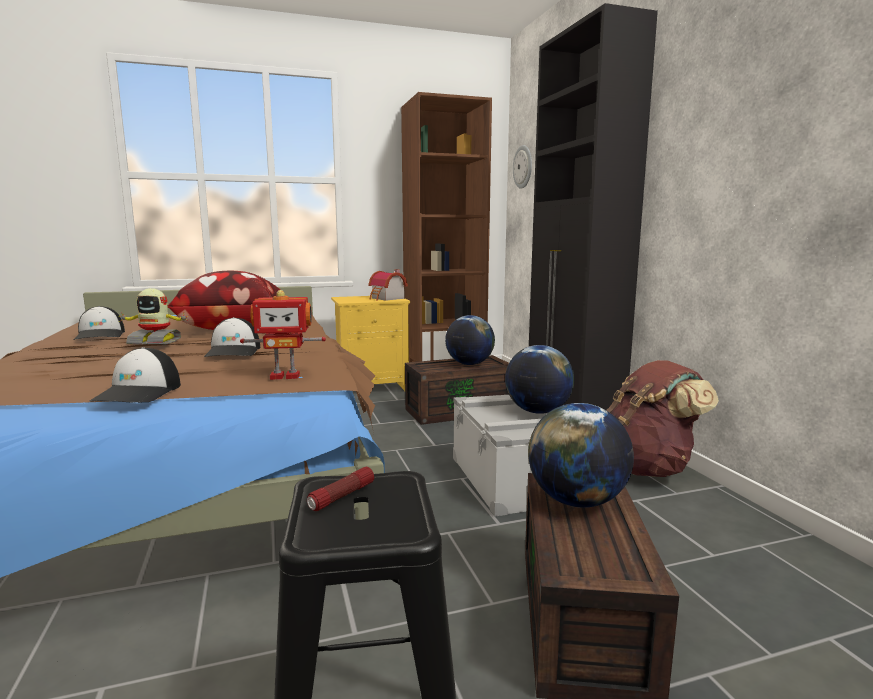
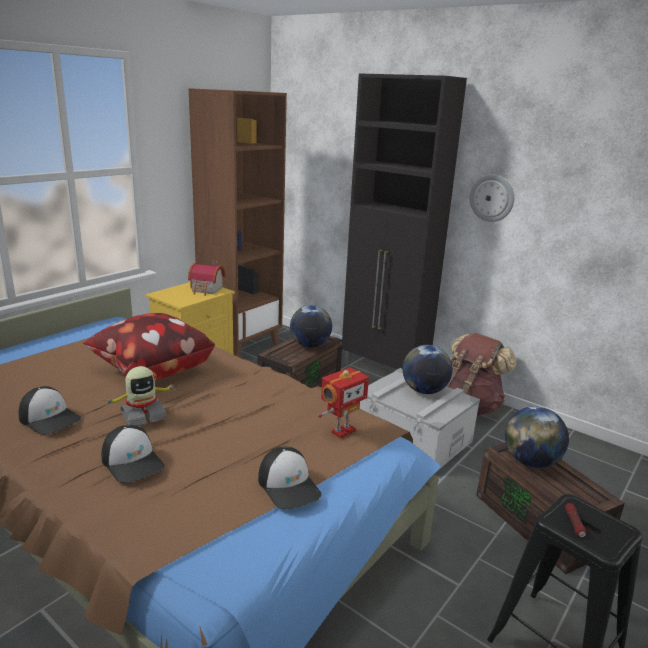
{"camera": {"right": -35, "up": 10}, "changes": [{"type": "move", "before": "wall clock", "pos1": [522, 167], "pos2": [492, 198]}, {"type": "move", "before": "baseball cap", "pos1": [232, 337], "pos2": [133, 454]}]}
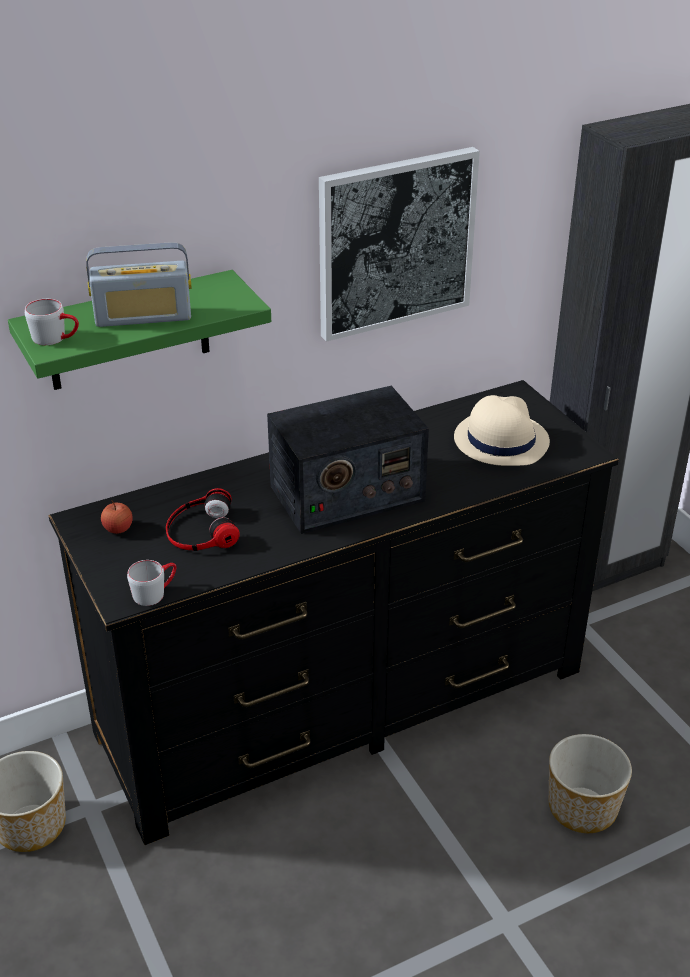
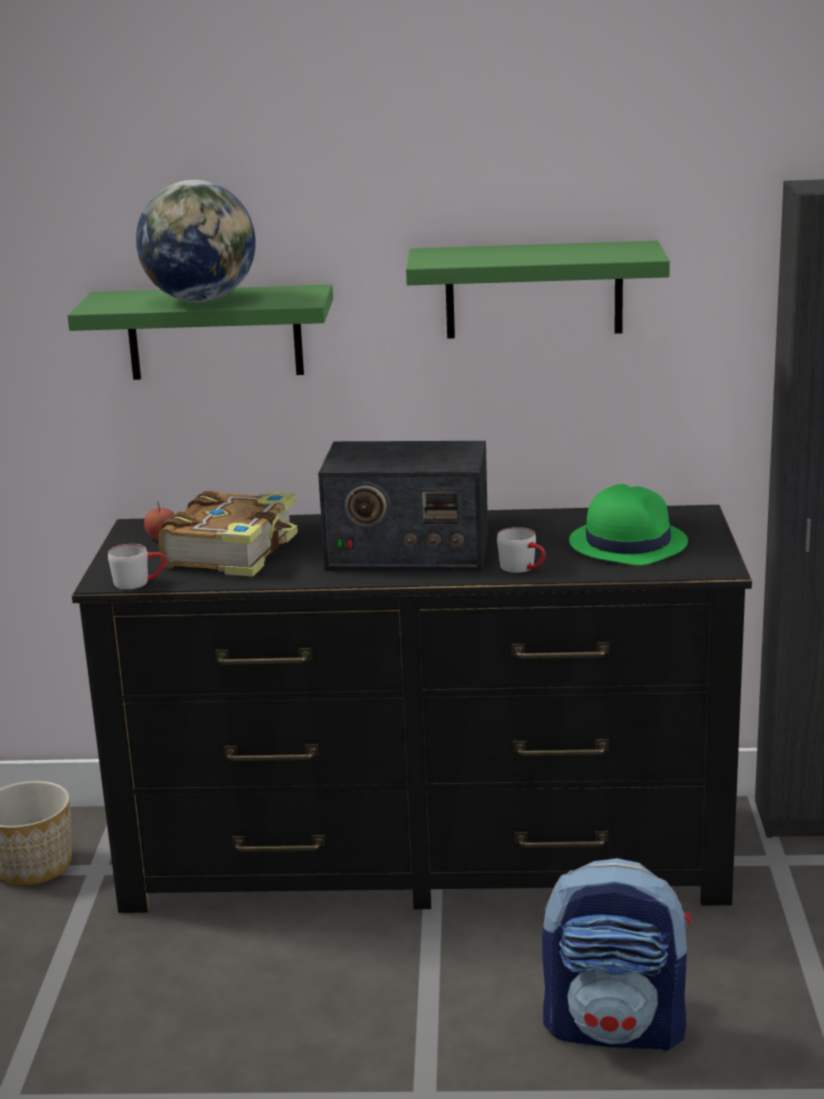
{"camera": {"right": 30, "up": -15}, "changes": [{"type": "replace", "before": "picture", "after": "green shelf", "pos1": [399, 244], "pos2": [538, 290]}, {"type": "replace", "before": "radio receiver", "after": "world globe", "pos1": [139, 284], "pos2": [196, 241]}, {"type": "move", "before": "grey mug", "pos1": [52, 322], "pos2": [521, 550]}, {"type": "recolor", "before": "sand-coloured clothing hat", "after": "green clothing hat", "pos1": [502, 430], "pos2": [628, 524]}, {"type": "replace", "before": "headset", "after": "bound book", "pos1": [203, 519], "pos2": [228, 533]}, {"type": "replace", "before": "plant pot", "after": "knapsack", "pos1": [590, 783], "pos2": [617, 955]}]}
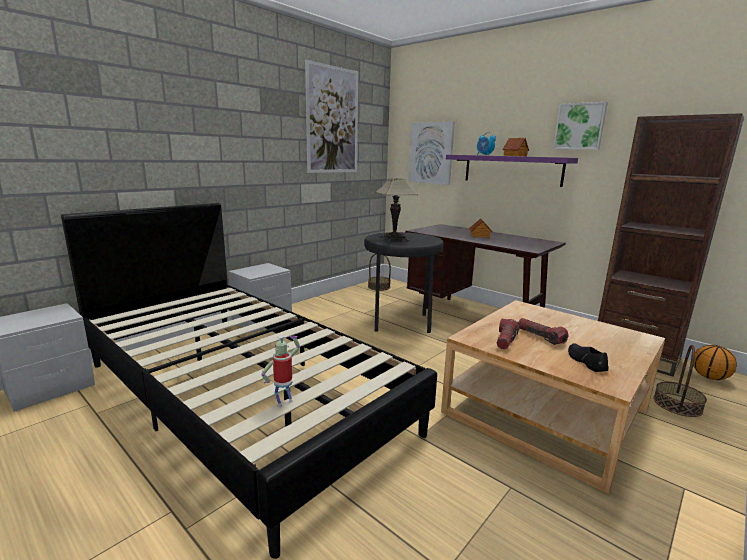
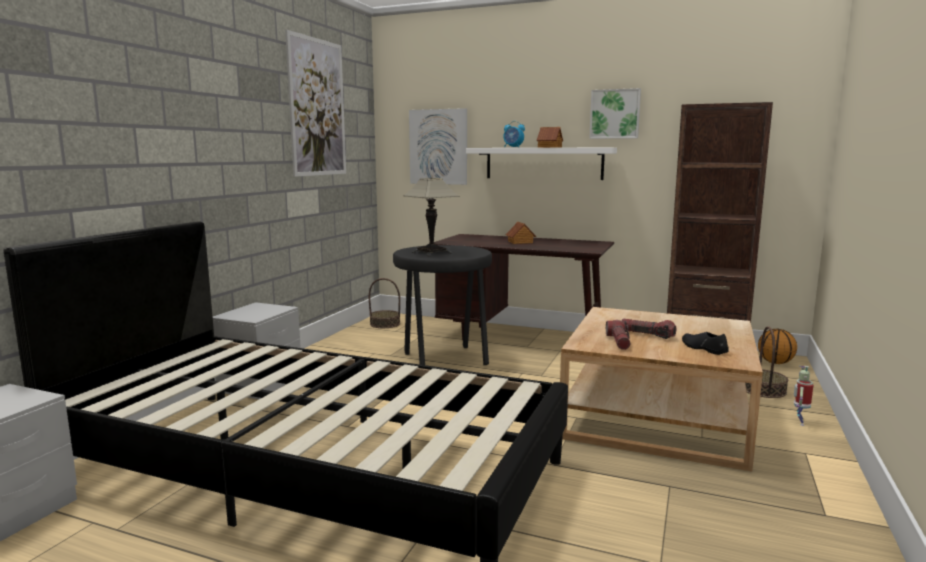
{"camera": {"right": -20, "up": -5}, "changes": [{"type": "recolor", "before": "purple-coloured shelf", "after": "white-coloured shelf", "pos1": [512, 171], "pos2": [541, 164]}, {"type": "move", "before": "model robot", "pos1": [280, 371], "pos2": [803, 396]}]}
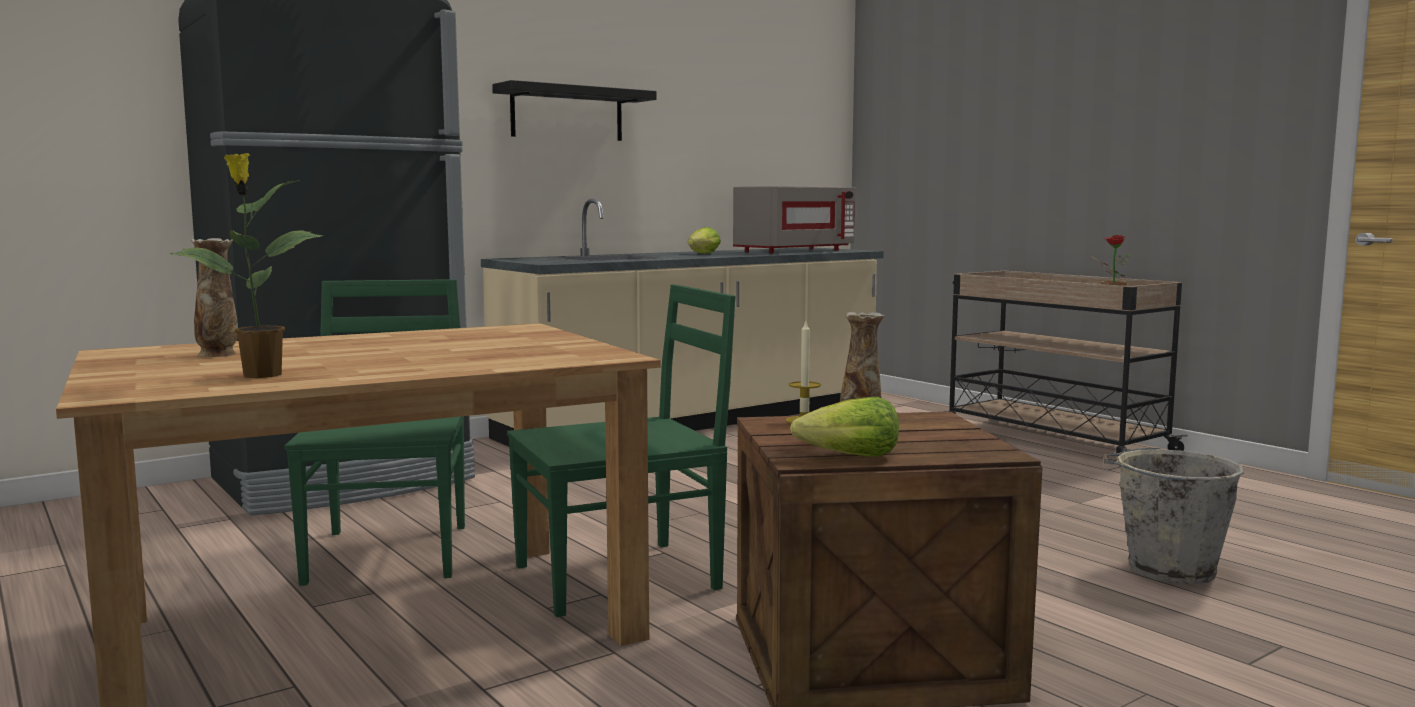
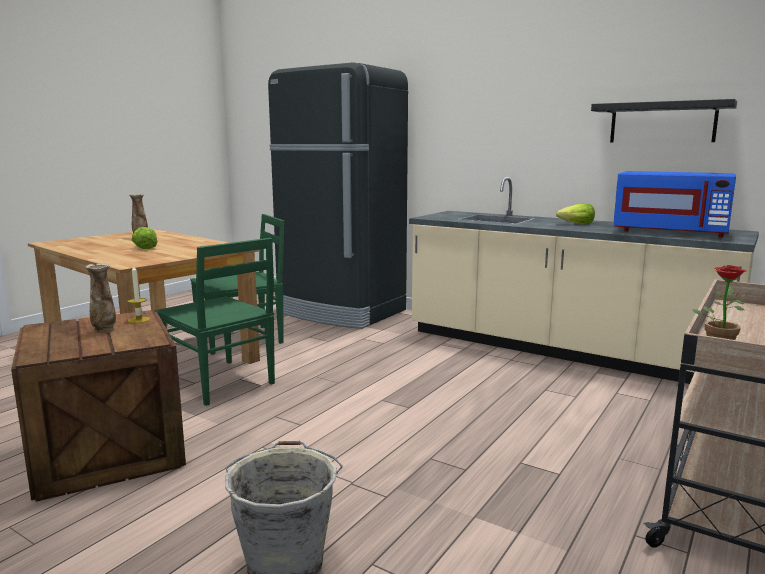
{"camera": {"right": 70, "up": 5}, "changes": [{"type": "move", "before": "black-coloured shelf", "pos1": [574, 110], "pos2": [664, 120]}, {"type": "delete", "before": "plant in a pot", "pos1": [246, 265]}, {"type": "recolor", "before": "grey microwave oven", "after": "blue microwave oven", "pos1": [794, 219], "pos2": [674, 204]}, {"type": "move", "before": "lettuce", "pos1": [844, 427], "pos2": [145, 238]}]}
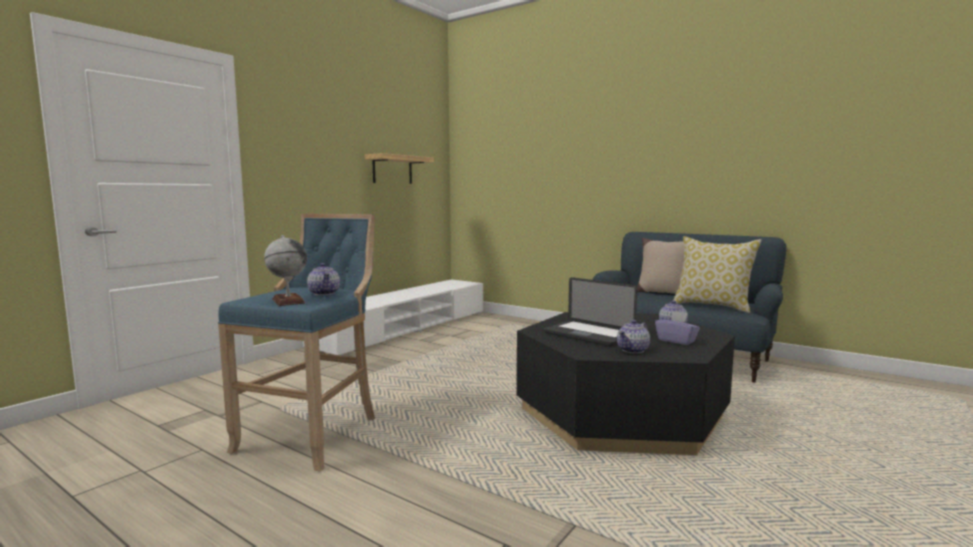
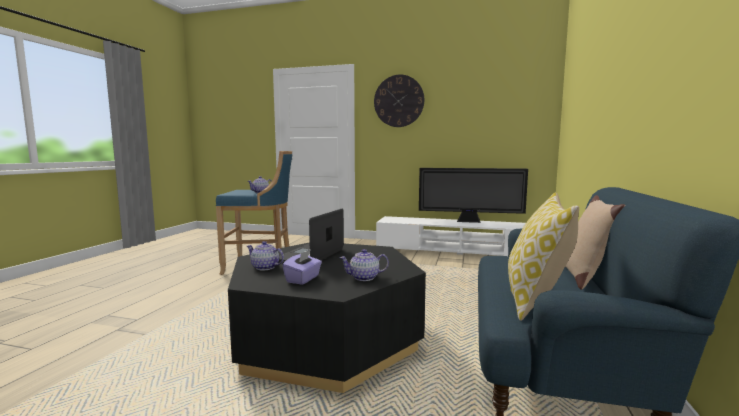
{"camera": {"right": 70, "up": 0}, "changes": [{"type": "delete", "before": "shelf", "pos1": [399, 168]}, {"type": "delete", "before": "world globe", "pos1": [285, 270]}, {"type": "insert", "after": "wall clock", "pos2": [399, 101]}, {"type": "insert", "after": "TV set", "pos2": [473, 195]}]}
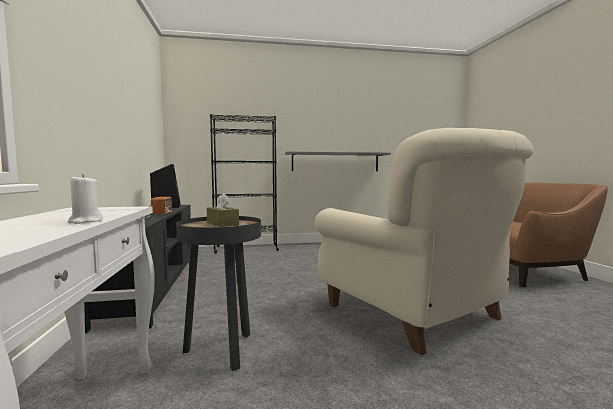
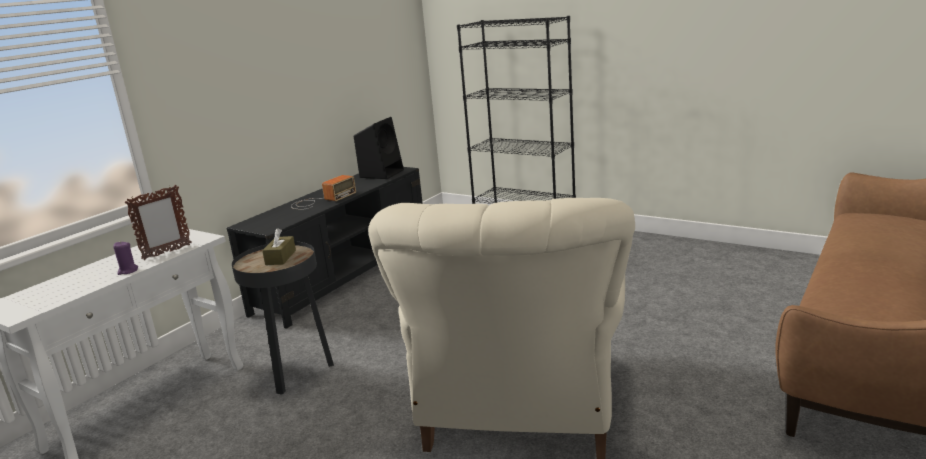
{"camera": {"right": 45, "up": 15}, "changes": [{"type": "delete", "before": "grey shelf", "pos1": [338, 161]}, {"type": "recolor", "before": "white-coloured wax candle", "after": "purple-coloured wax candle", "pos1": [85, 199], "pos2": [125, 258]}, {"type": "insert", "after": "standing frame", "pos2": [158, 222]}]}
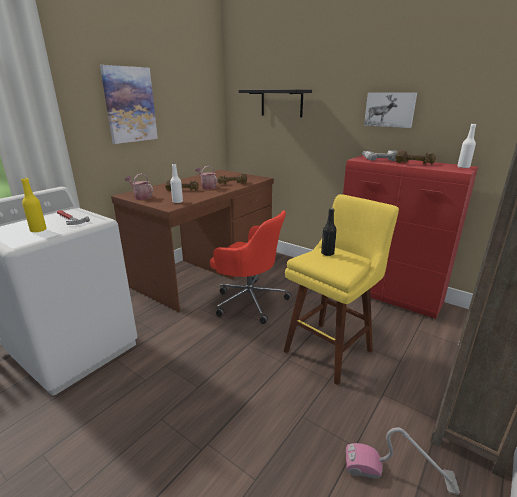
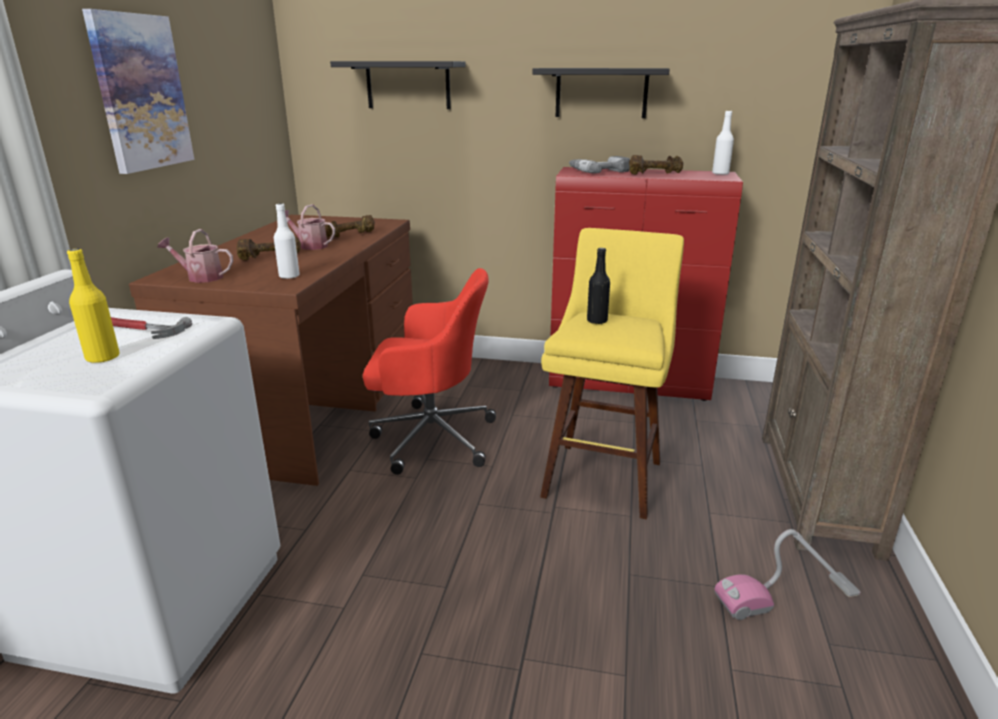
{"camera": {"right": -25, "up": 0}, "changes": [{"type": "replace", "before": "picture", "after": "black-coloured shelf", "pos1": [390, 110], "pos2": [601, 93]}]}
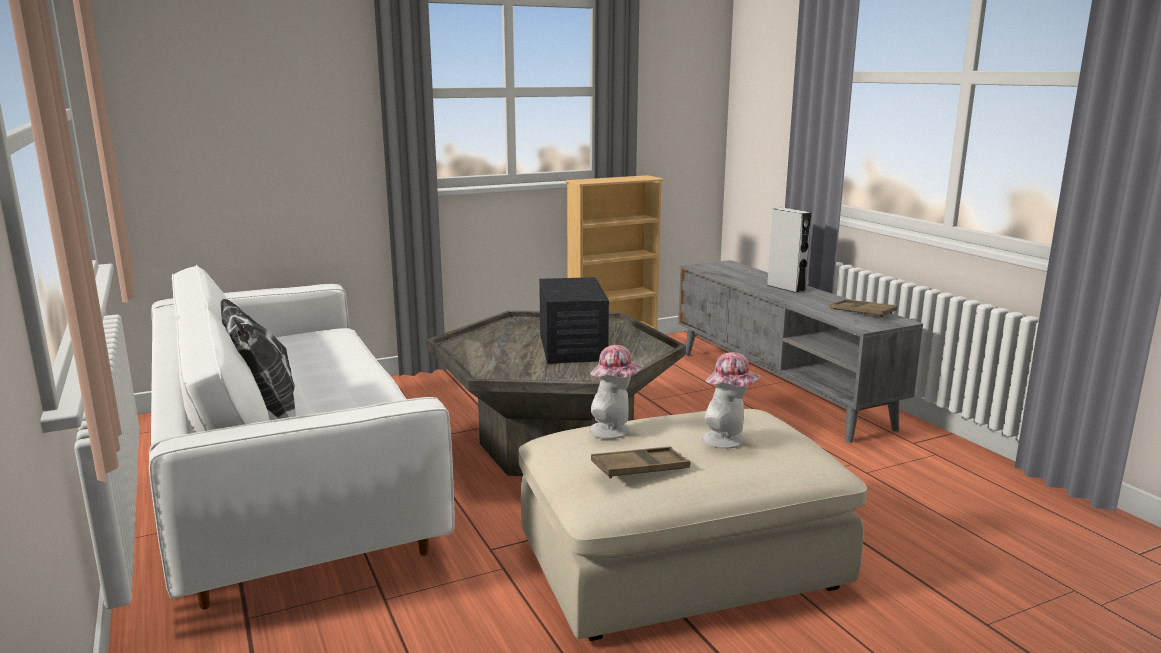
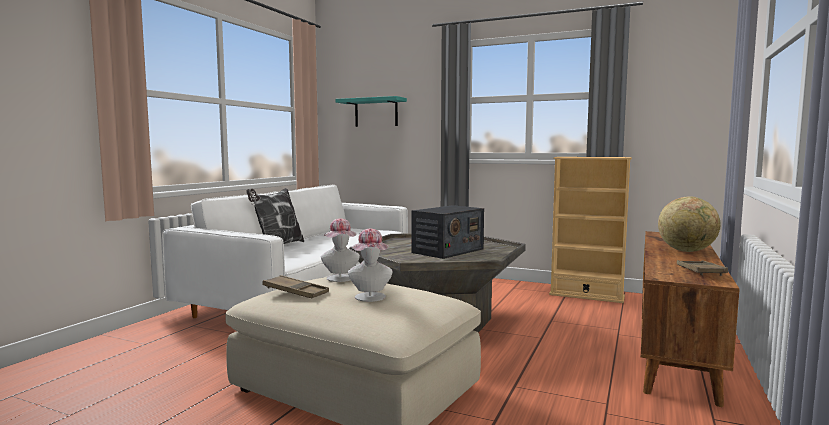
{"camera": {"right": 50, "up": -10}, "changes": [{"type": "replace", "before": "grey speaker", "after": "world globe", "pos1": [789, 250], "pos2": [689, 224]}, {"type": "recolor", "before": "grey media console", "after": "brown-coloured media console", "pos1": [800, 351], "pos2": [690, 319]}, {"type": "insert", "after": "blue-green shelf", "pos2": [371, 111]}]}
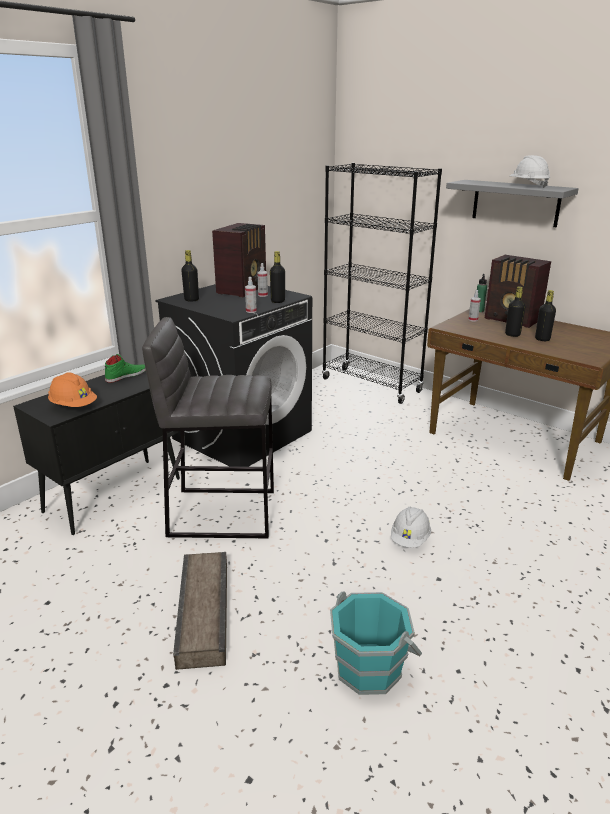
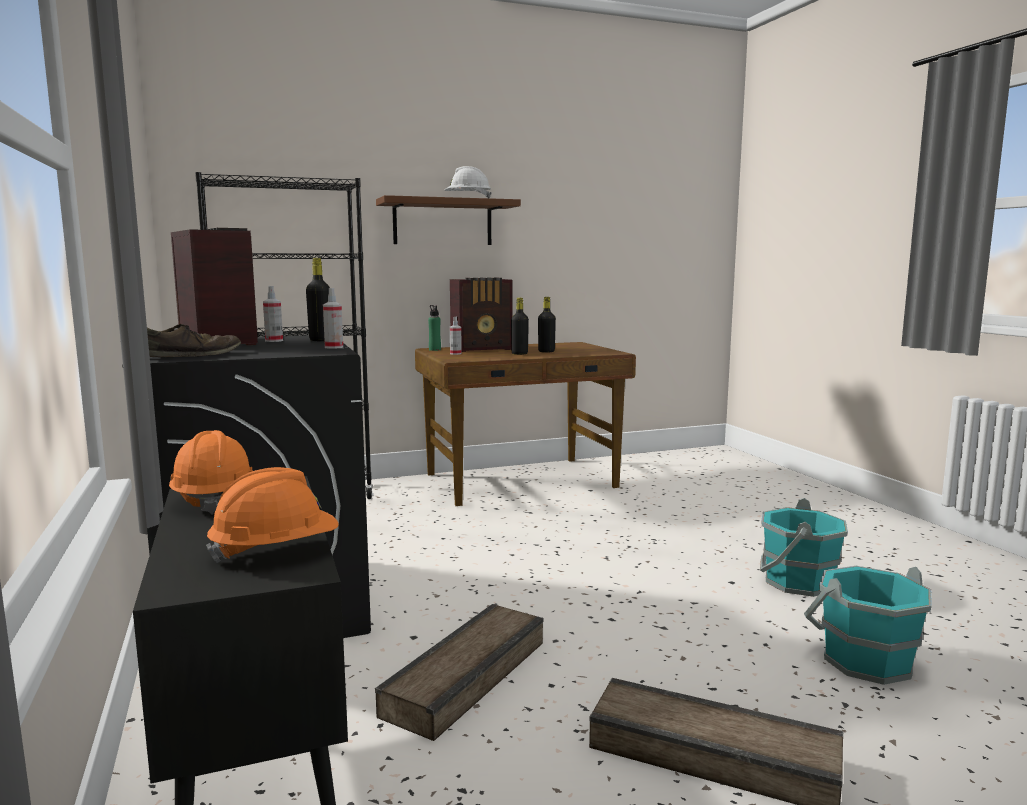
{"camera": {"right": -60, "up": -15}, "changes": [{"type": "recolor", "before": "grey shelf", "after": "brown-coloured shelf", "pos1": [512, 203], "pos2": [448, 220]}, {"type": "replace", "before": "black-coloured bottle", "after": "brown-coloured low shoe", "pos1": [190, 276], "pos2": [194, 340]}, {"type": "replace", "before": "grey stool seat", "after": "packing crate", "pos1": [208, 427], "pos2": [459, 672]}, {"type": "replace", "before": "green low shoe", "after": "orange safety helmet", "pos1": [125, 368], "pos2": [211, 472]}, {"type": "delete", "before": "white-coloured safety helmet", "pos1": [411, 527]}, {"type": "insert", "after": "blue-green pail", "pos2": [804, 547]}]}
